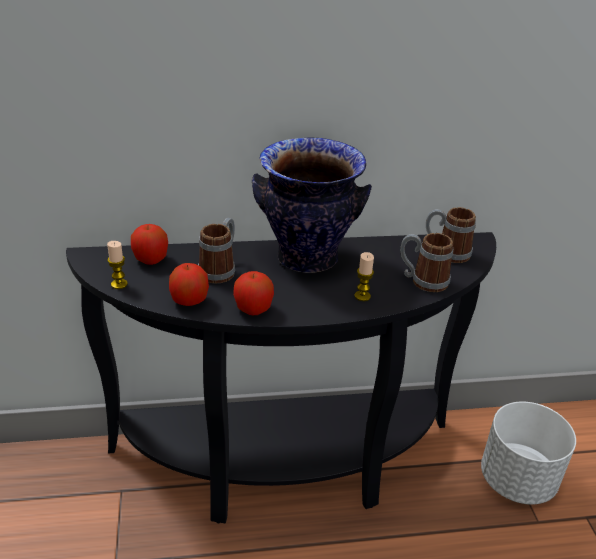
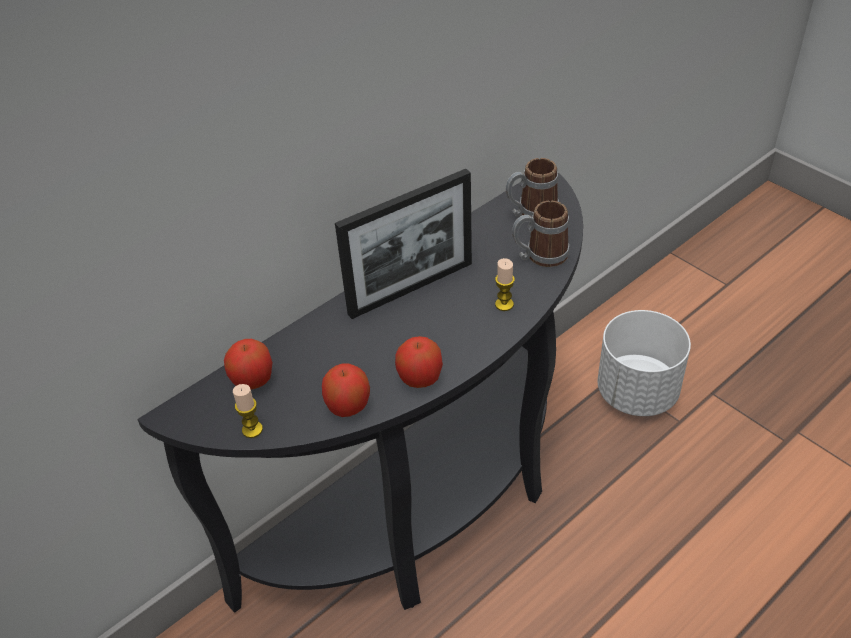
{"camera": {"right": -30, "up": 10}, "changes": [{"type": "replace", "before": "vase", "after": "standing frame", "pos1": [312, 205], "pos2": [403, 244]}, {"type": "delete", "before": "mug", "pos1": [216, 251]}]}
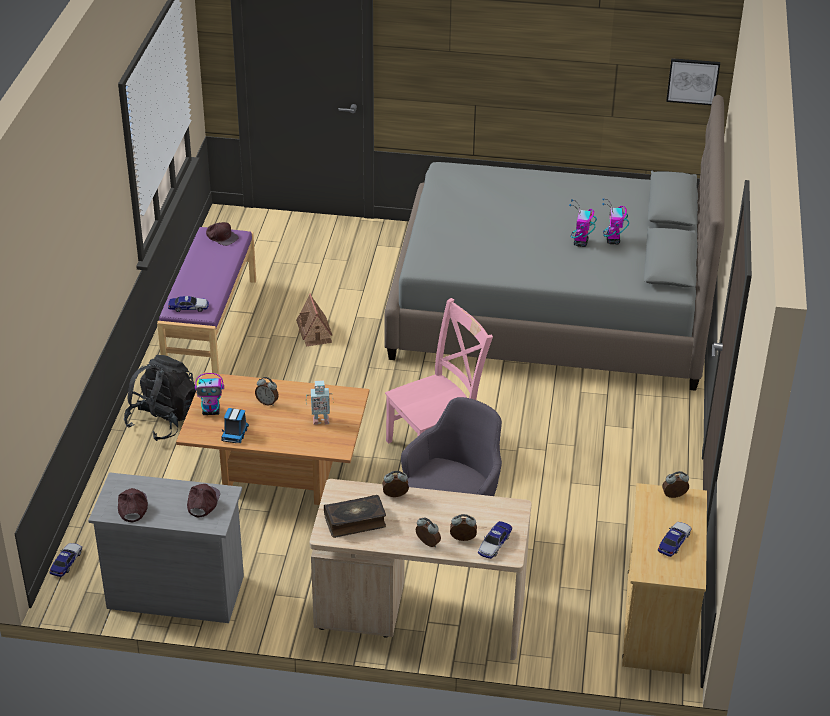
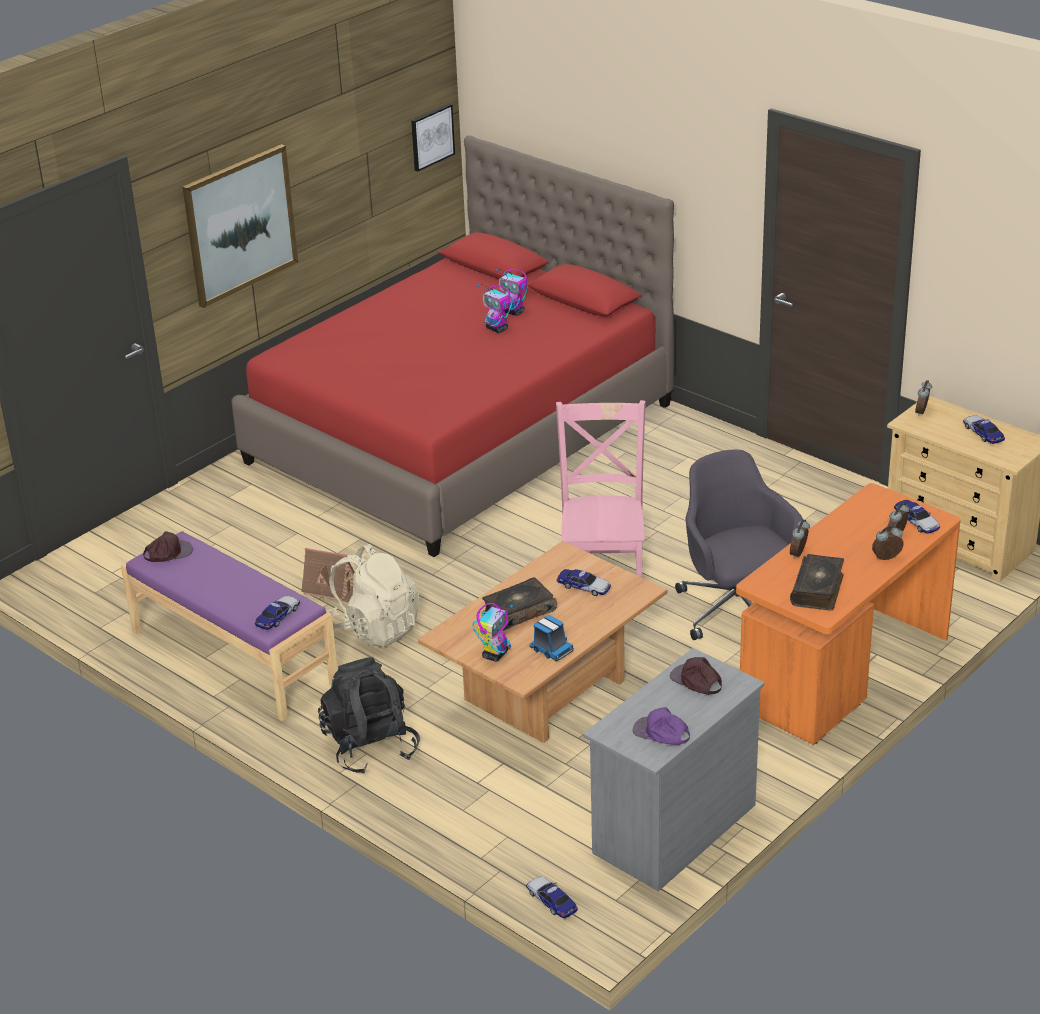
{"camera": {"right": -55, "up": -5}, "changes": [{"type": "recolor", "before": "grey bed", "after": "red-coloured bed", "pos1": [555, 243], "pos2": [452, 346]}, {"type": "replace", "before": "bedside clock", "after": "bound book", "pos1": [267, 391], "pos2": [519, 604]}, {"type": "replace", "before": "model robot", "after": "miniature car", "pos1": [320, 402], "pos2": [584, 582]}, {"type": "recolor", "before": "sand-coloured desk", "after": "orange desk", "pos1": [420, 569], "pos2": [848, 614]}, {"type": "recolor", "before": "brown-coloured baseball cap", "after": "purple-coloured baseball cap", "pos1": [133, 505], "pos2": [661, 726]}, {"type": "insert", "after": "picture", "pos2": [240, 226]}, {"type": "insert", "after": "sand-coloured knapsack", "pos2": [373, 595]}]}
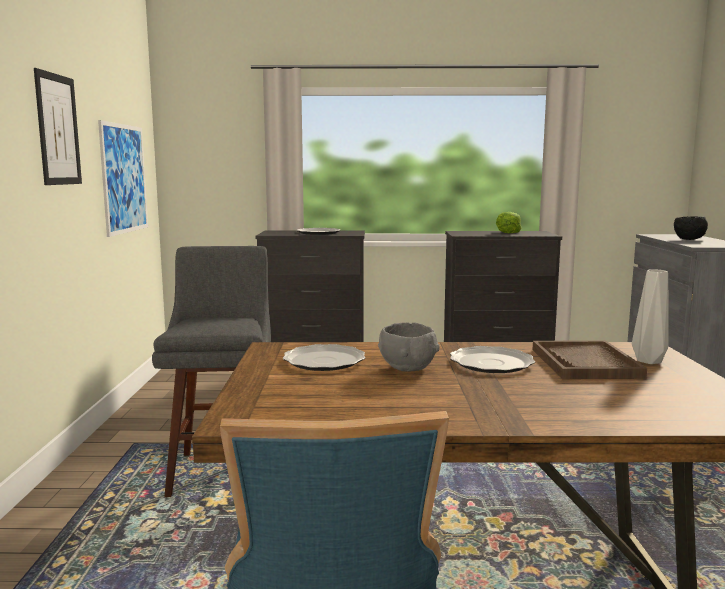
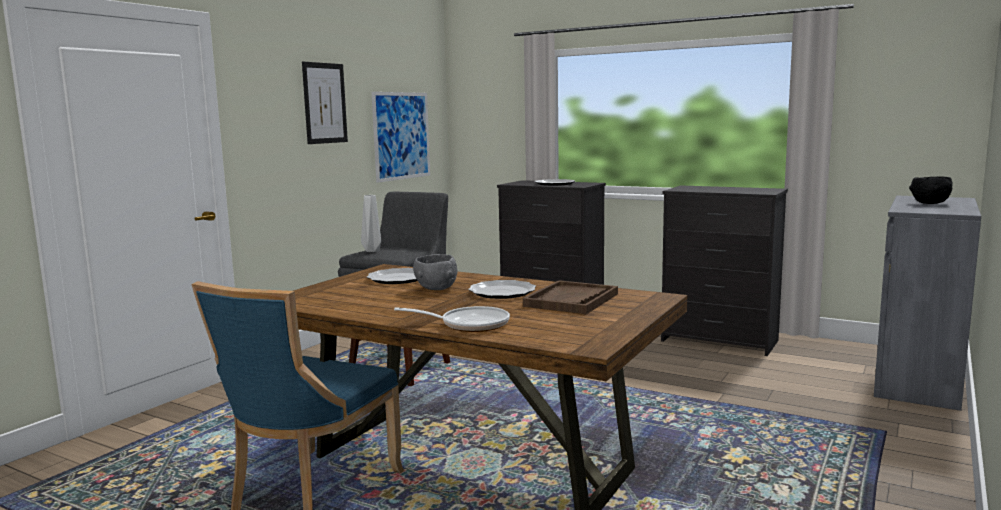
{"camera": {"right": 30, "up": 0}, "changes": [{"type": "delete", "before": "lettuce", "pos1": [508, 222]}, {"type": "move", "before": "grey vase", "pos1": [650, 316], "pos2": [371, 223]}, {"type": "insert", "after": "frying pan", "pos2": [452, 319]}]}
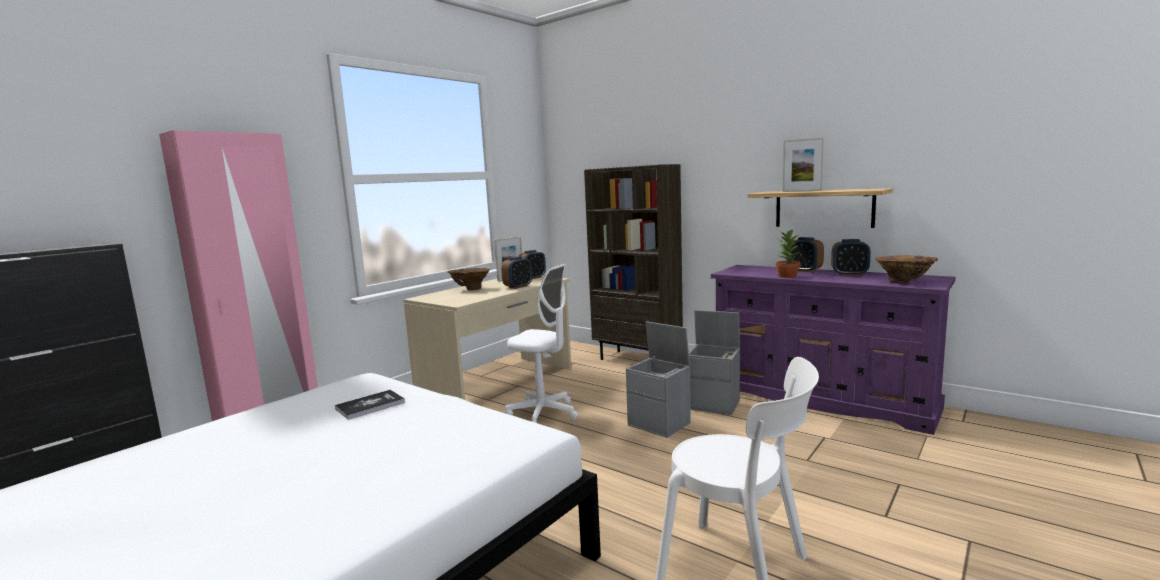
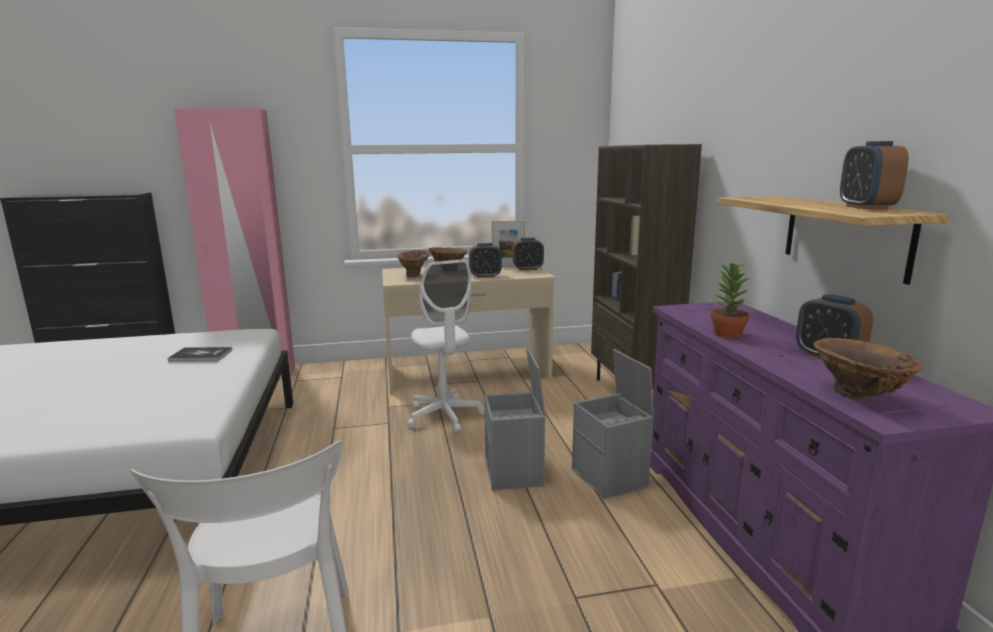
{"camera": {"right": 40, "up": 5}, "changes": [{"type": "delete", "before": "standing frame", "pos1": [803, 165]}, {"type": "move", "before": "bedside clock", "pos1": [807, 254], "pos2": [874, 175]}, {"type": "insert", "after": "brown-coloured vase", "pos2": [413, 263]}]}
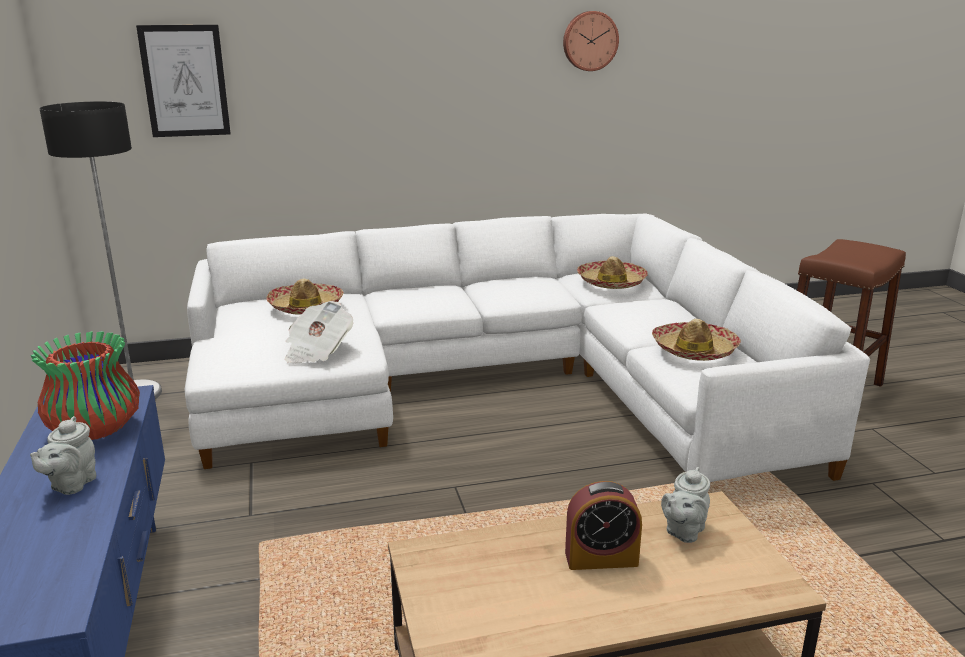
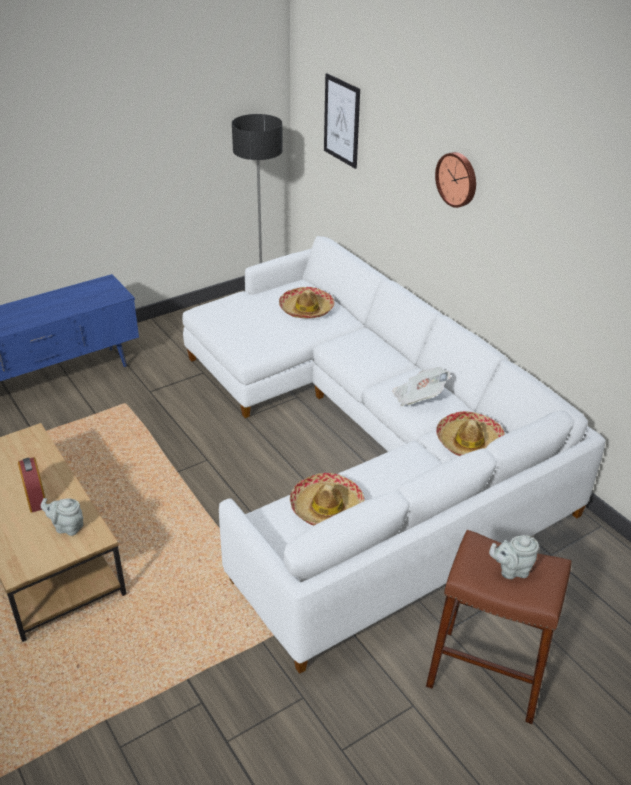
{"camera": {"right": 70, "up": 15}, "changes": [{"type": "move", "before": "wall clock", "pos1": [591, 41], "pos2": [455, 180]}, {"type": "move", "before": "daily paper", "pos1": [319, 332], "pos2": [421, 386]}, {"type": "delete", "before": "vase", "pos1": [85, 385]}, {"type": "move", "before": "grey tea pot", "pos1": [63, 455], "pos2": [514, 557]}]}
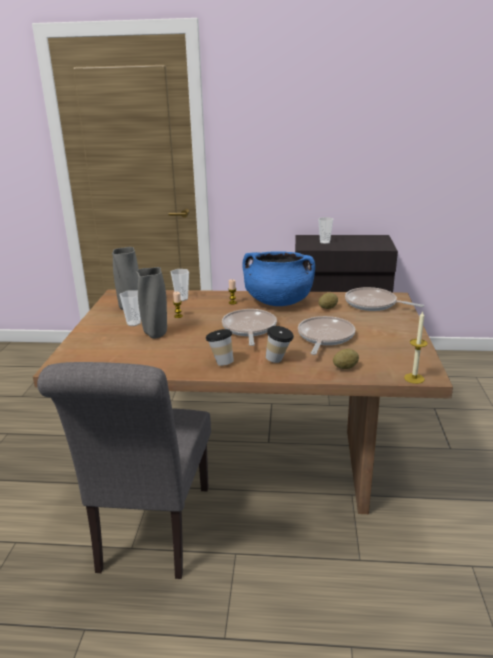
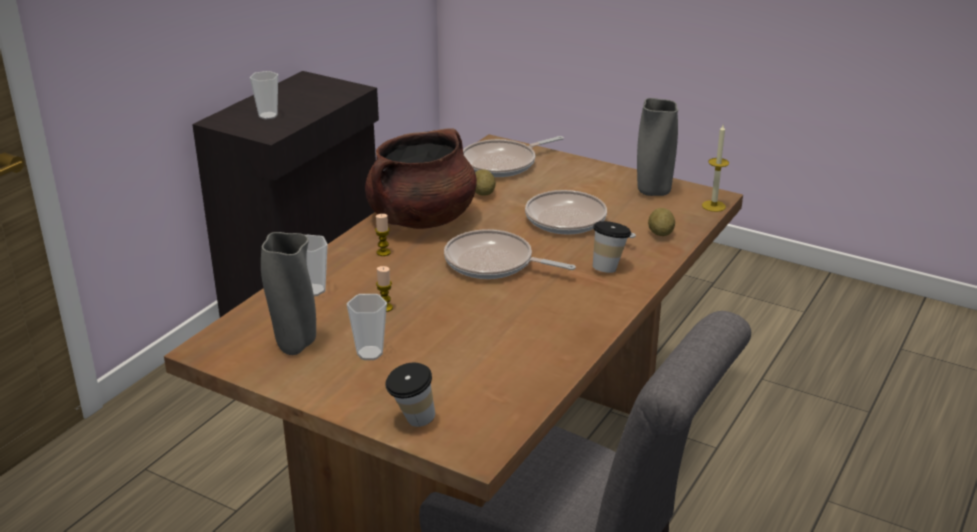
{"camera": {"right": -65, "up": 5}, "changes": [{"type": "recolor", "before": "blue cooking pot", "after": "brown-coloured cooking pot", "pos1": [279, 278], "pos2": [421, 178]}, {"type": "move", "before": "grey vase", "pos1": [151, 303], "pos2": [657, 147]}, {"type": "move", "before": "small cup", "pos1": [220, 347], "pos2": [410, 395]}]}
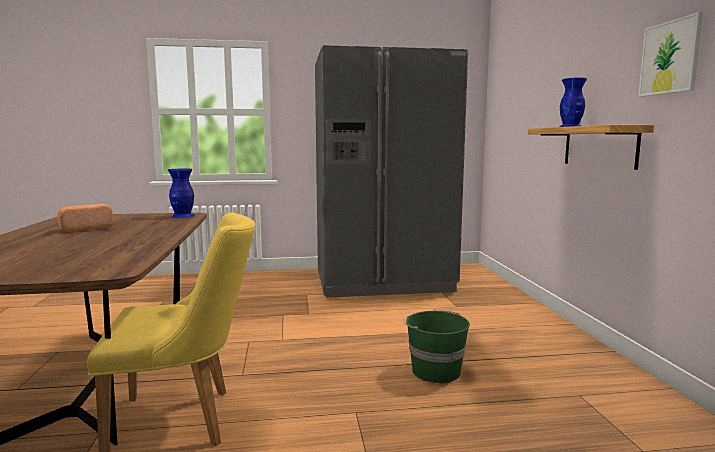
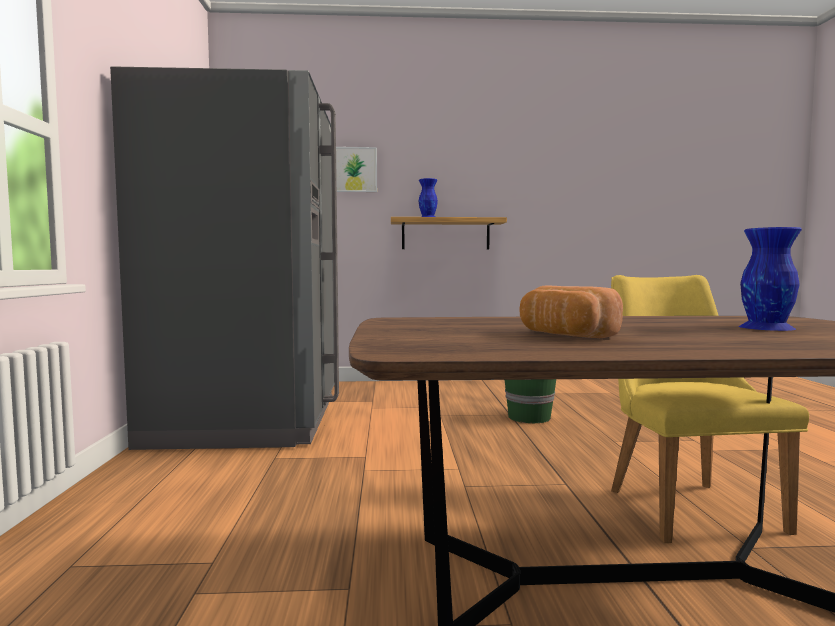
{"camera": {"right": -85, "up": -5}, "changes": [{"type": "move", "before": "picture", "pos1": [670, 54], "pos2": [356, 169]}, {"type": "move", "before": "blue vase", "pos1": [181, 193], "pos2": [770, 279]}]}
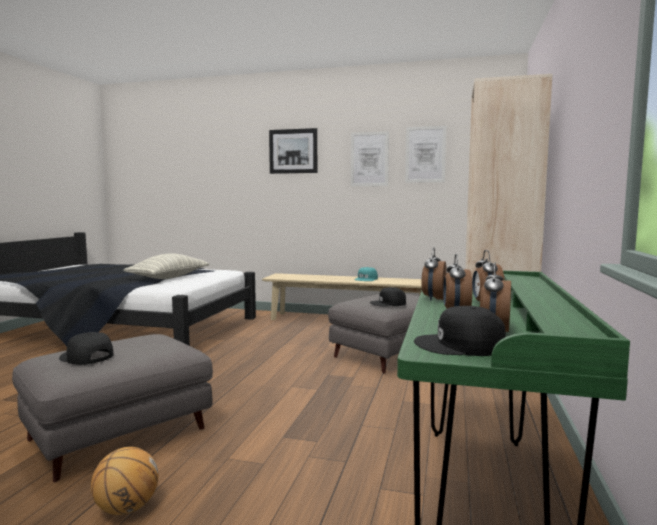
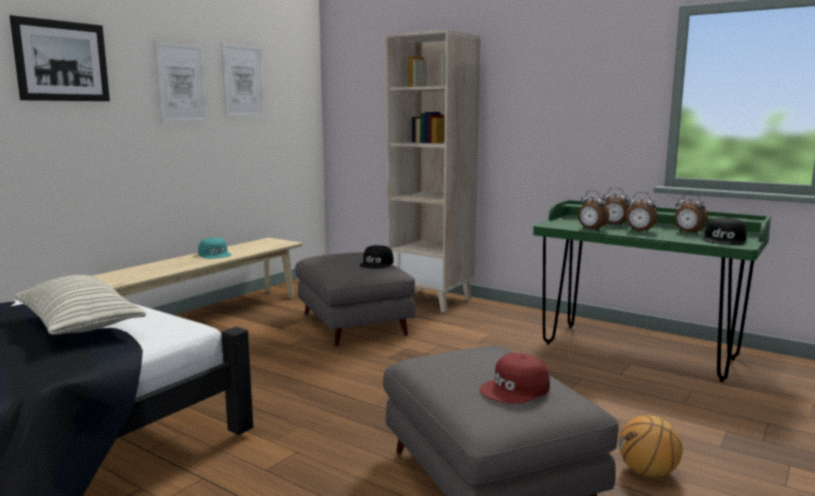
{"camera": {"right": -70, "up": 5}, "changes": [{"type": "recolor", "before": "black-coloured baseball cap", "after": "red-coloured baseball cap", "pos1": [86, 348], "pos2": [515, 378]}]}
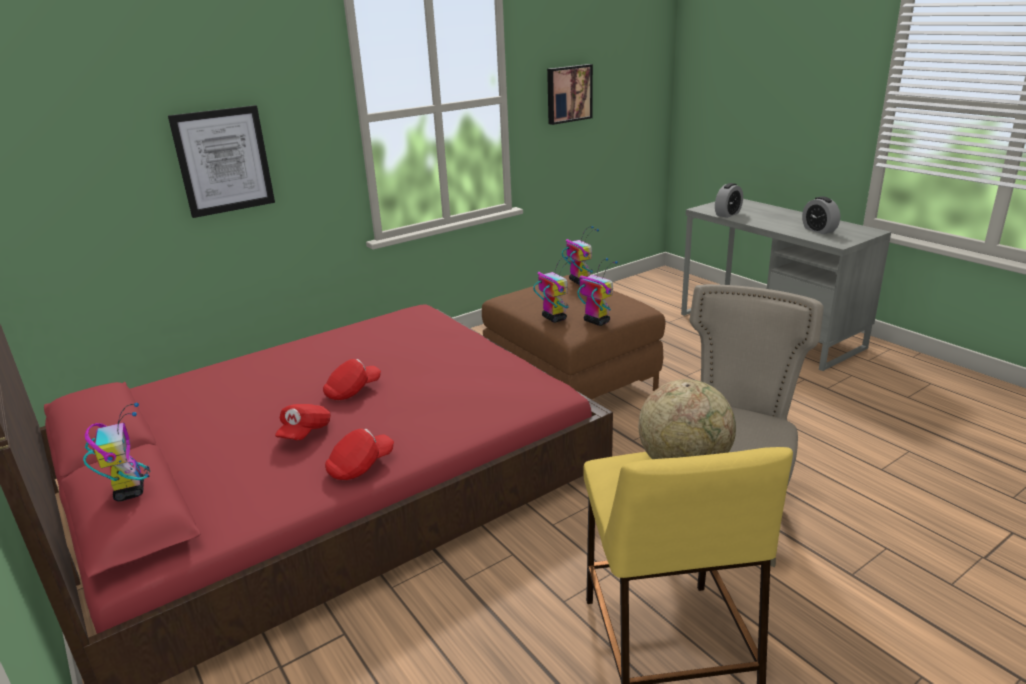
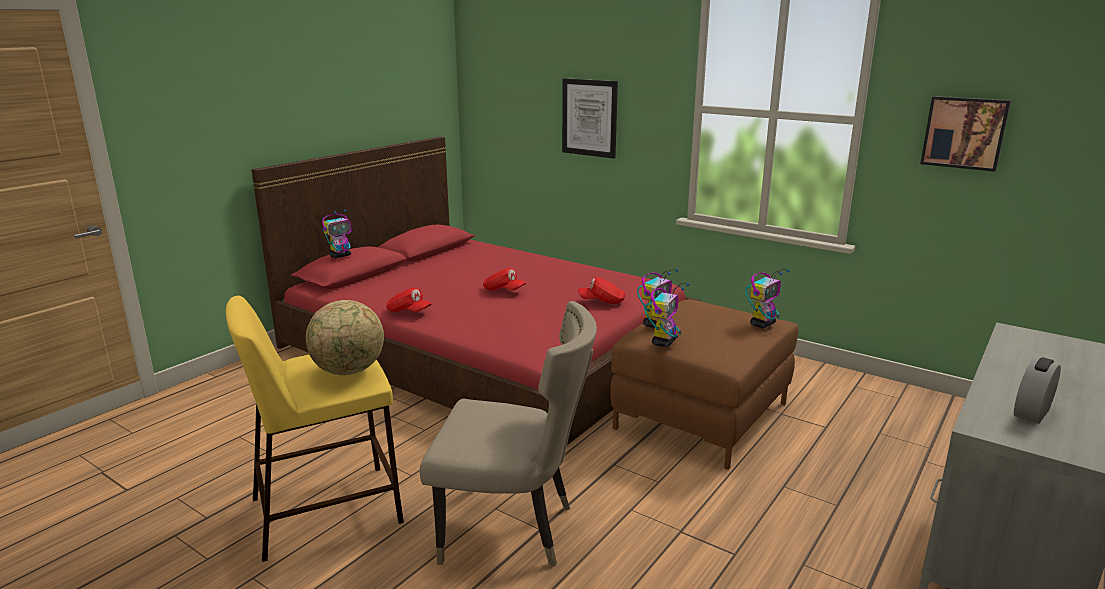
{"camera": {"right": 70, "up": -5}, "changes": [{"type": "delete", "before": "bedside clock", "pos1": [729, 200]}, {"type": "move", "before": "red-coloured baseball cap", "pos1": [303, 422], "pos2": [601, 290]}]}
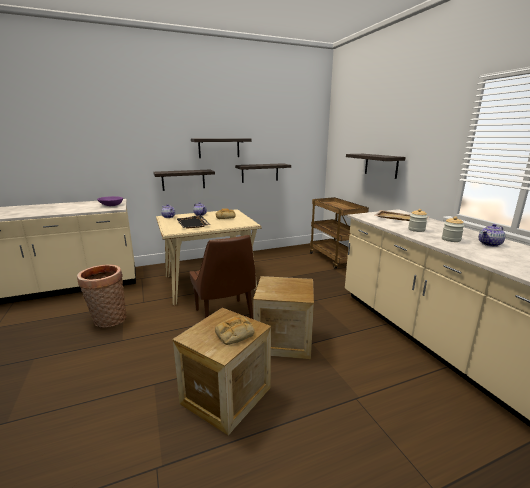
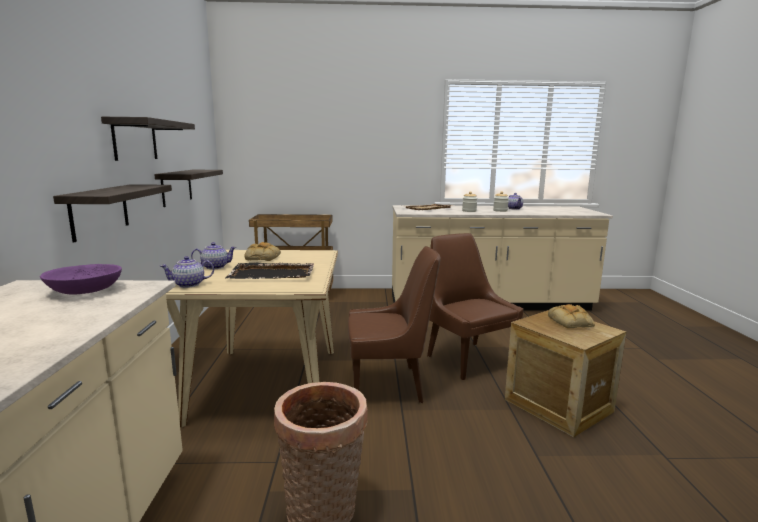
{"camera": {"right": -70, "up": -5}, "changes": [{"type": "delete", "before": "shelf", "pos1": [376, 166]}, {"type": "replace", "before": "packing crate", "after": "brown-coloured plain chair", "pos1": [283, 317], "pos2": [475, 306]}]}
